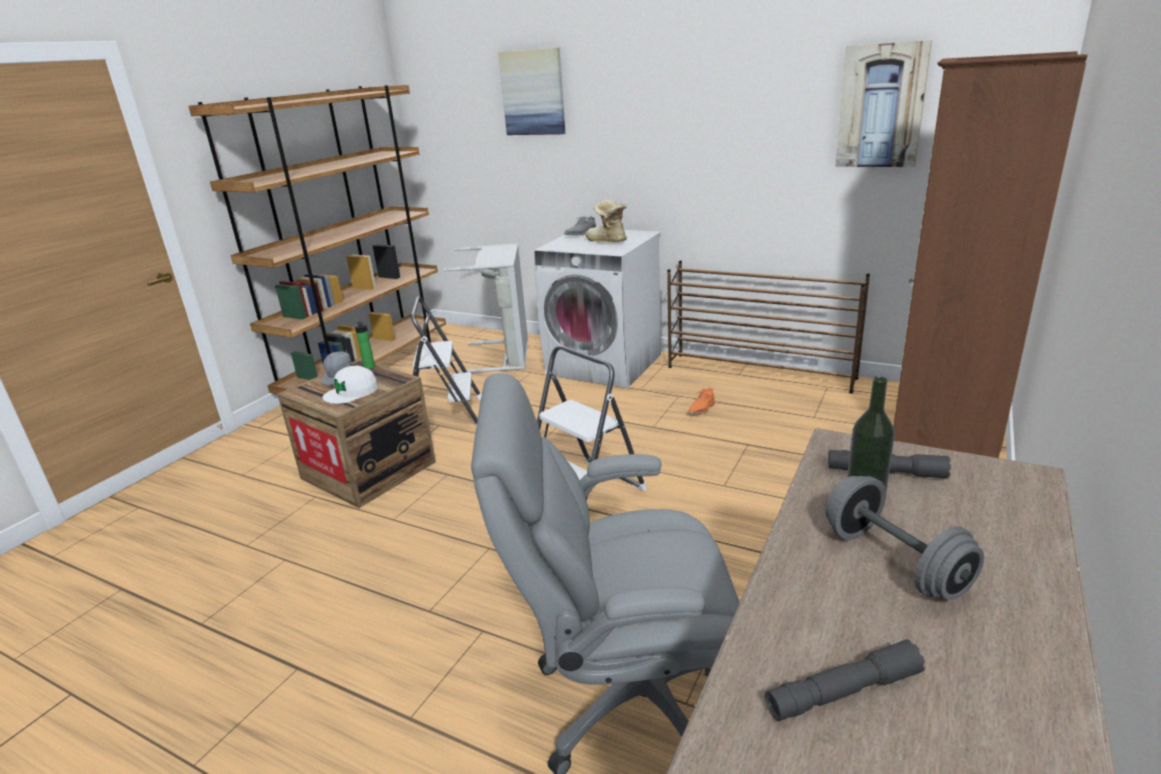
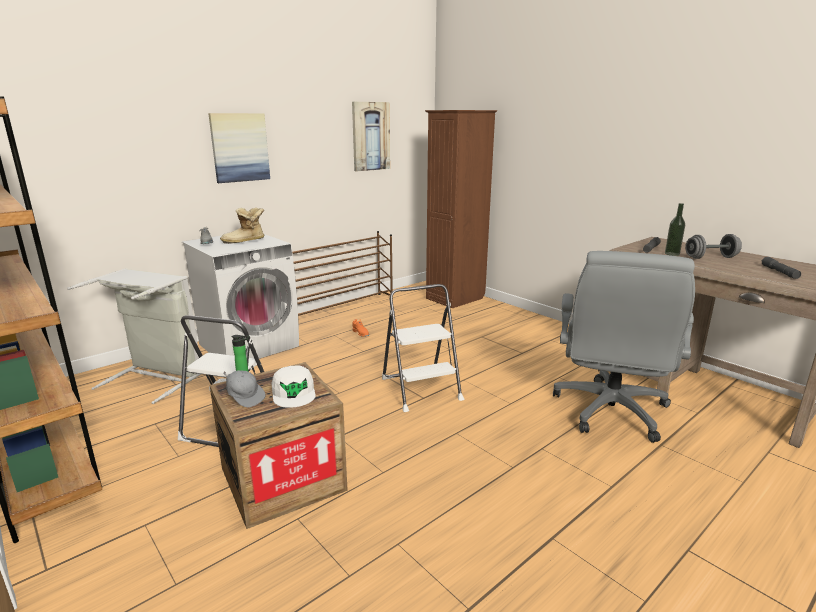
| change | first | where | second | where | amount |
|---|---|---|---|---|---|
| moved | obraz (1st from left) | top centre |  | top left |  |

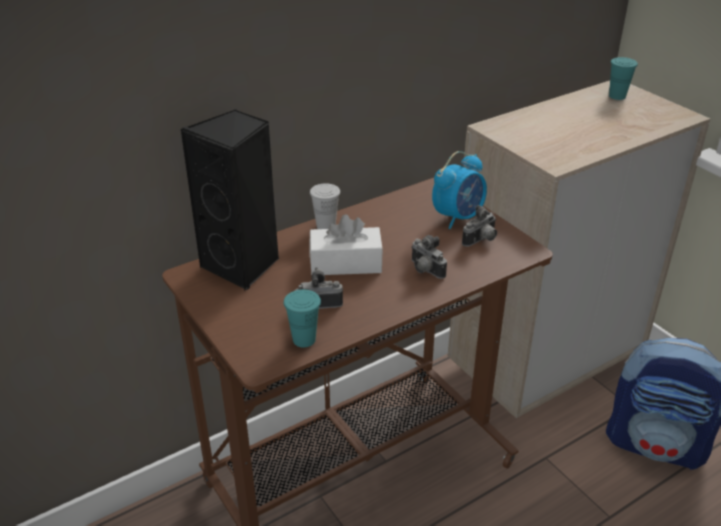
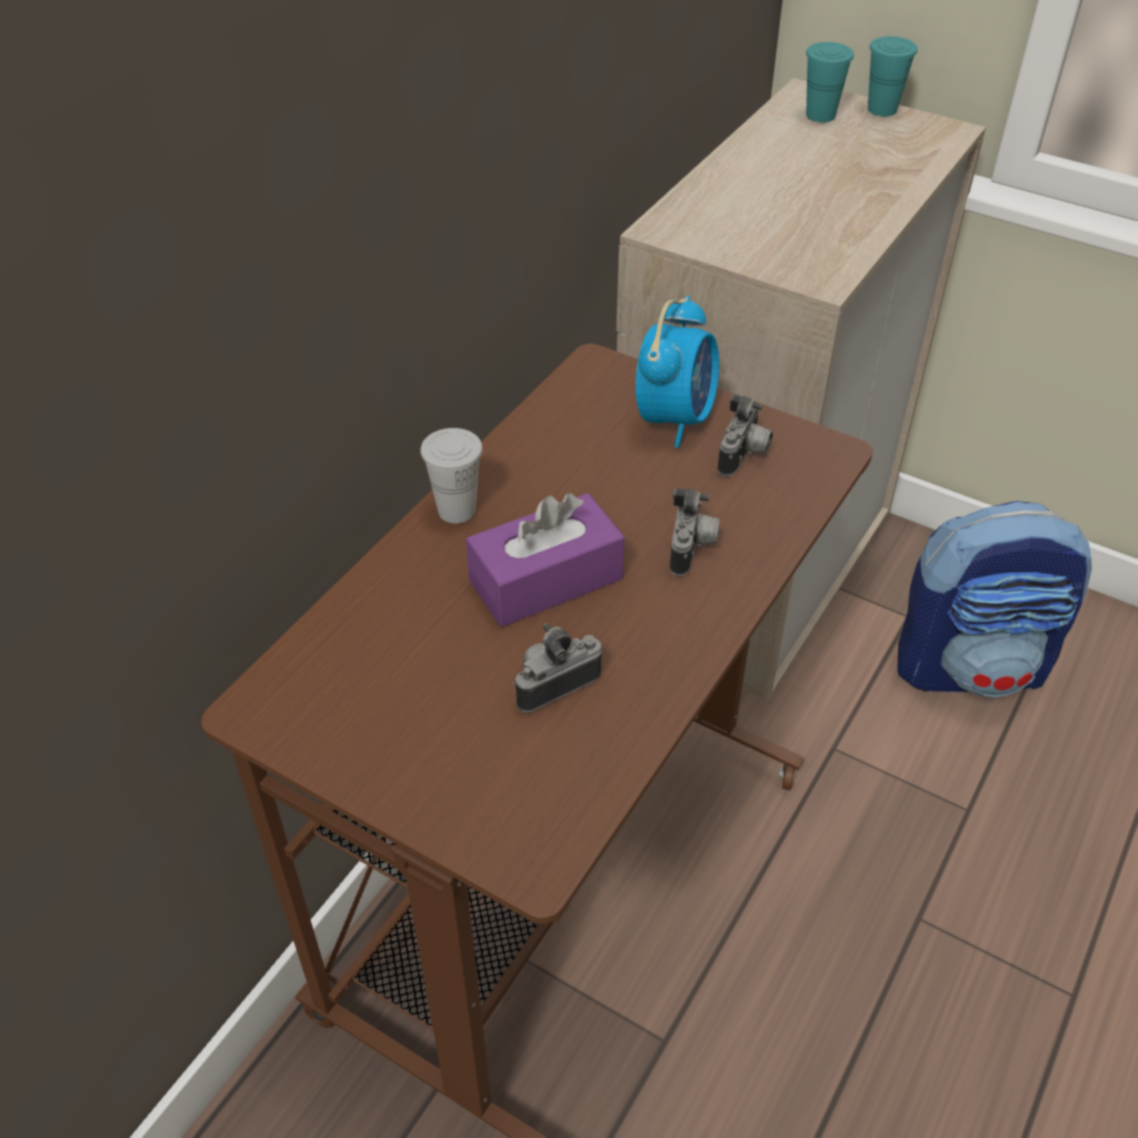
| change | first | where | second | where | amount |
|---|---|---|---|---|---|
| recoloured | pudełko chusteczek (biały) | centre | pudełko chusteczek (fioletowy) | centre |  |
| turned | aparat fotograficzny (2nd from left) | centre |  | centre | 105 degrees counterclockwise |
| moved | filiżanka (turkusowy) (1st from left in the first image) | centre | filiżanka (turkusowy) (2nd from left) | top right |  |
| removed | głośnik (czarny) | middle left |  |  |  |

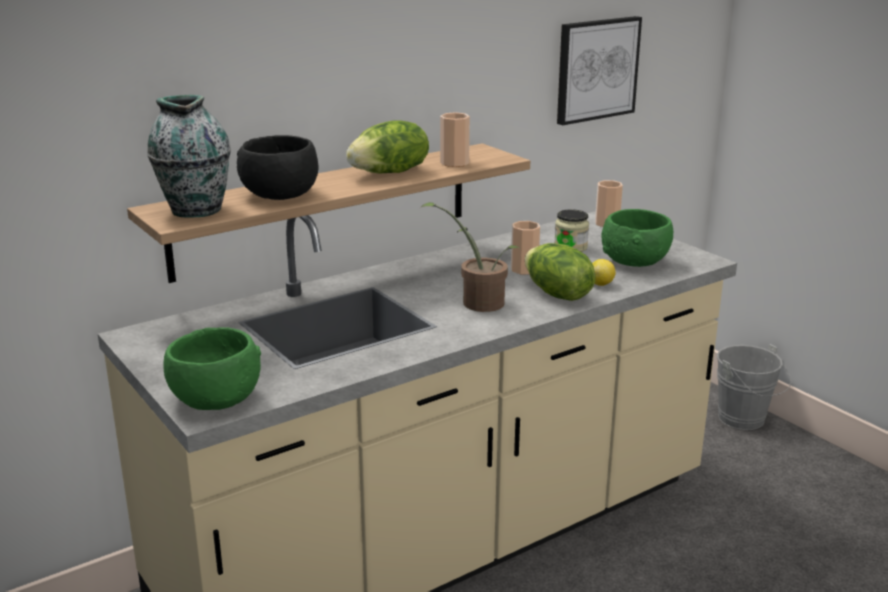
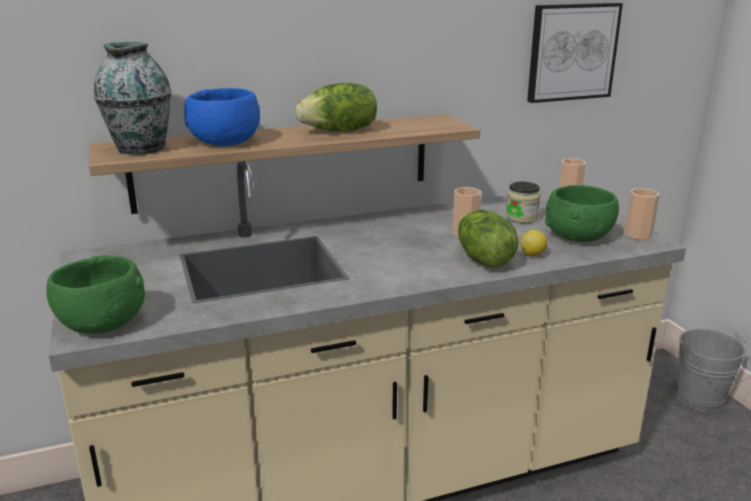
| change | first | where | second | where | amount |
|---|---|---|---|---|---|
| recoloured | miska (czarny) | top left | miska (niebieski) | top left |  |
| moved | filiżanka (1st from left in the first image) | top centre | filiżanka (3rd from left) | middle right |  |
| removed | roślina doniczkowa | centre |  |  |  |

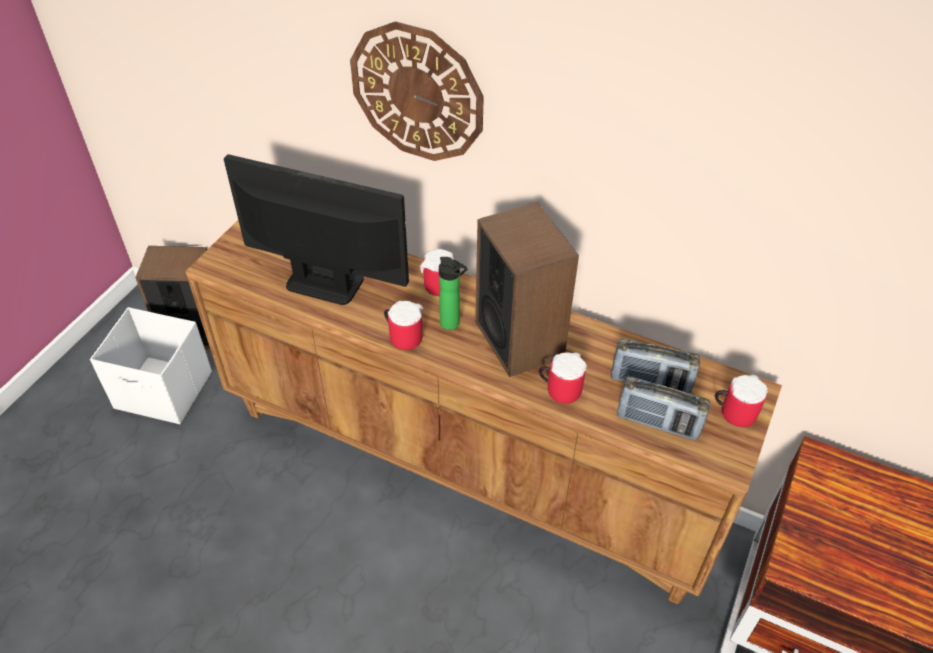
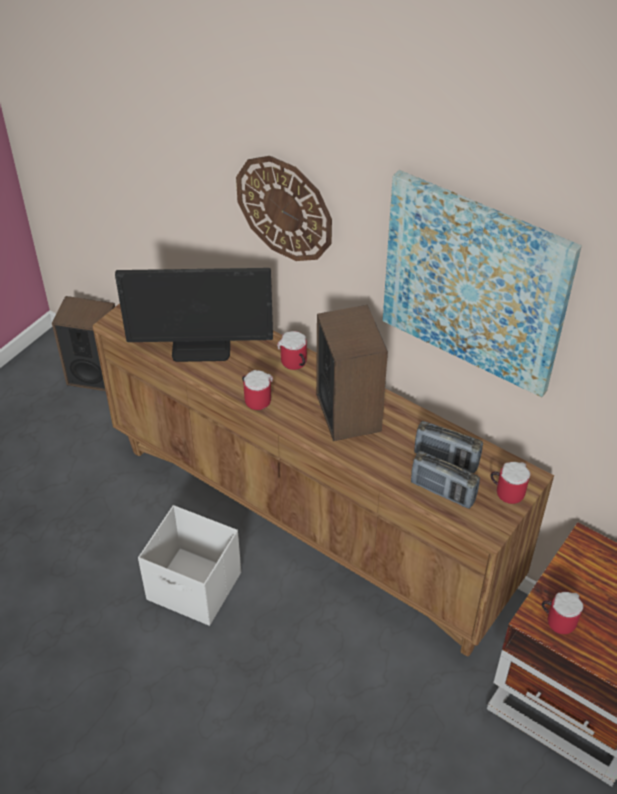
| change | first | where | second | where | amount |
|---|---|---|---|---|---|
| turned | monitor | centre |  | middle left | 150 degrees clockwise |
| moved | pojemnik do przechowywania (biały) | middle left |  | bottom left |  |
| added |  |  | obraz | middle right |  |
| moved | kubek (3rd from left in the first image) | centre | kubek (4th from left) | bottom right |  |
| removed | butelka | centre |  |  |  |

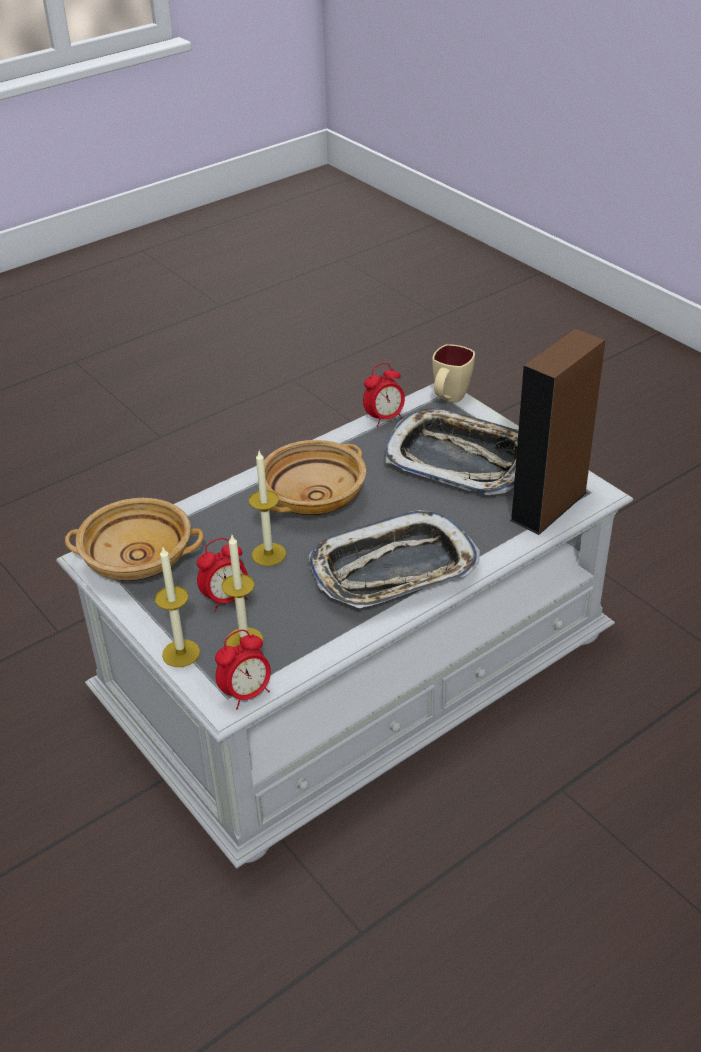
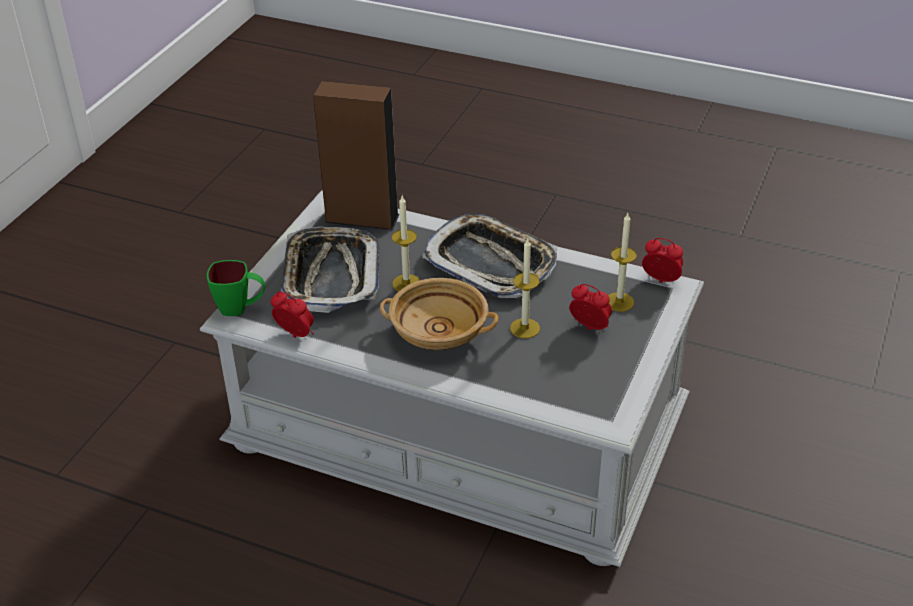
| change | first | where | second | where | amount |
|---|---|---|---|---|---|
| recoloured | kubek (beżowy) | centre | kubek (zielony) | middle left |  |
| moved | świeca (1st from left) | middle left |  | centre |  |
| removed | miska (beżowy) (1st from left) | middle left |  |  |  |

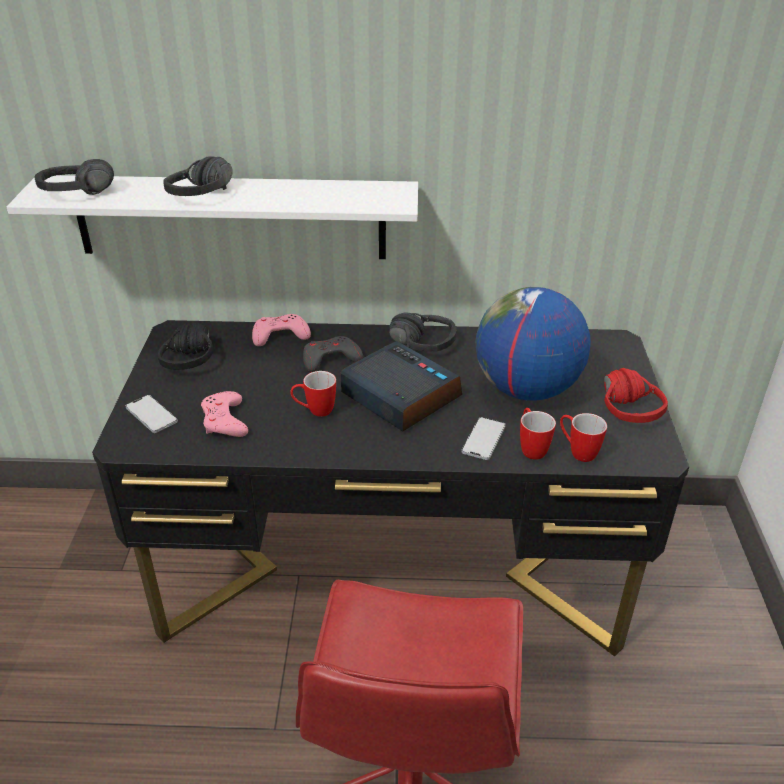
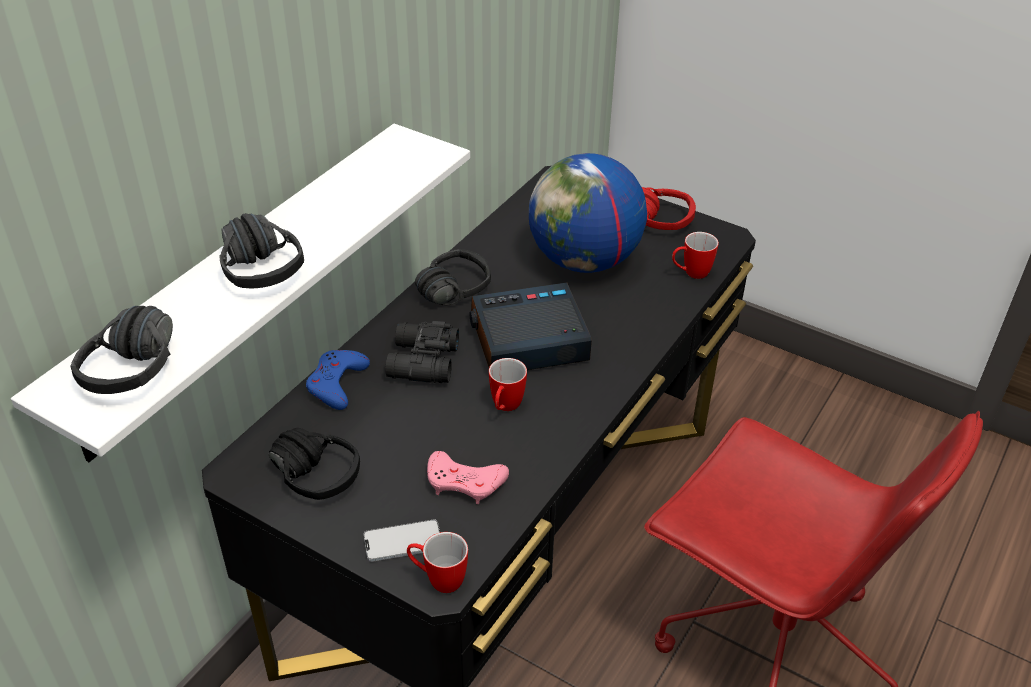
| change | first | where | second | where | amount |
|---|---|---|---|---|---|
| recoloured | pad do gier (różowy) (2nd from left) | centre | pad do gier (niebieski) | middle left |  |
| replaced | pad do gier (szary) | centre | lornetka (czarny) | centre |  |
| moved | kubek (2nd from left in the first image) | middle right | kubek (1st from left) | bottom centre |  |
| removed | telefon (2nd from left) | centre |  |  |  |

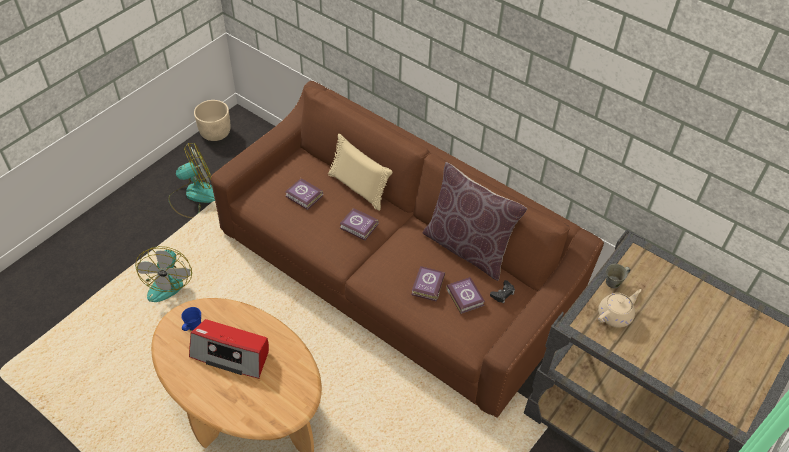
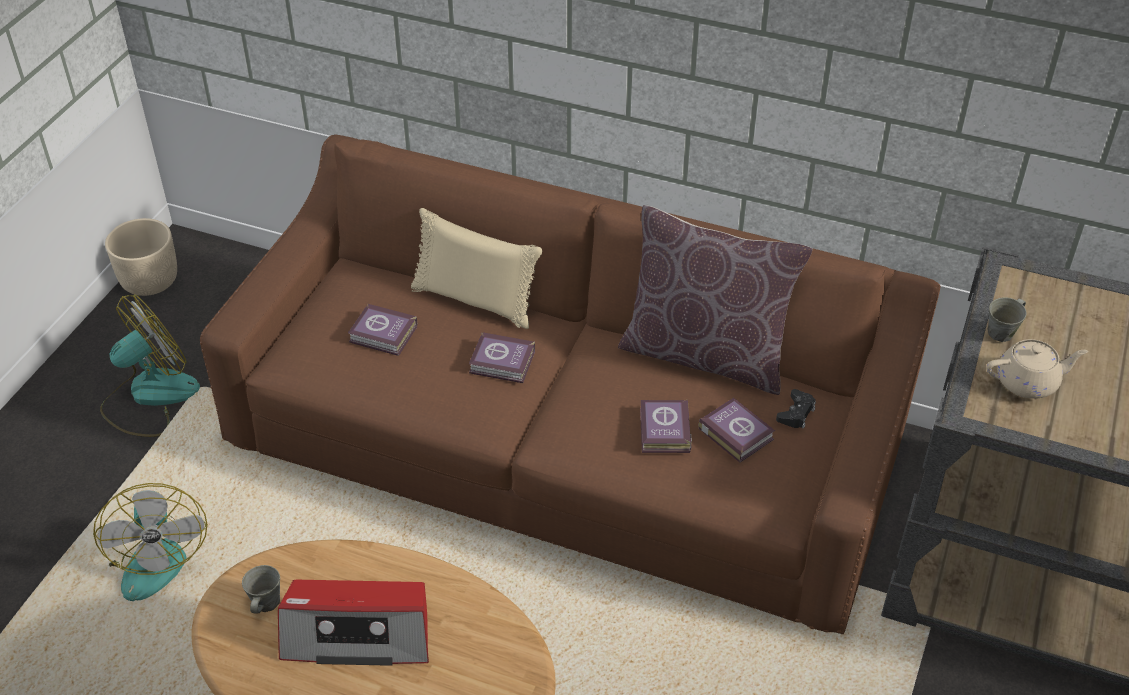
| change | first | where | second | where | amount |
|---|---|---|---|---|---|
| recoloured | kubek (niebieski) | bottom left | kubek (szary) (1st from left) | bottom left |  |
| turned | imbryk (beżowy) | bottom right |  | middle right | 45 degrees clockwise |

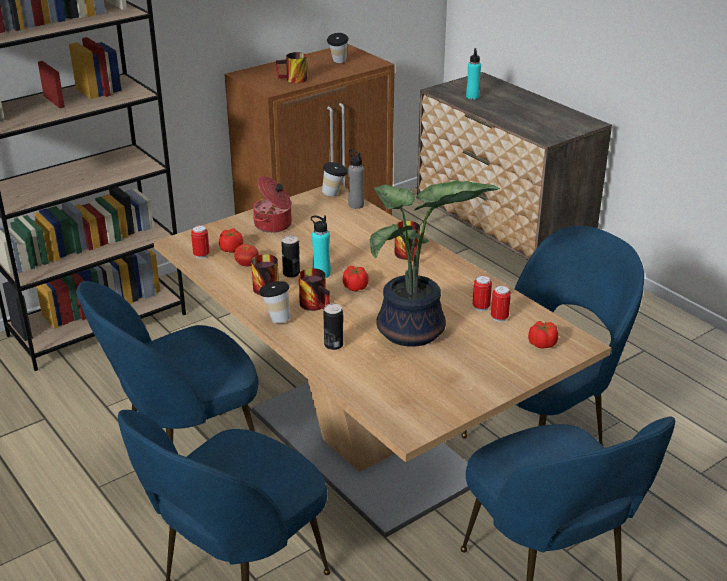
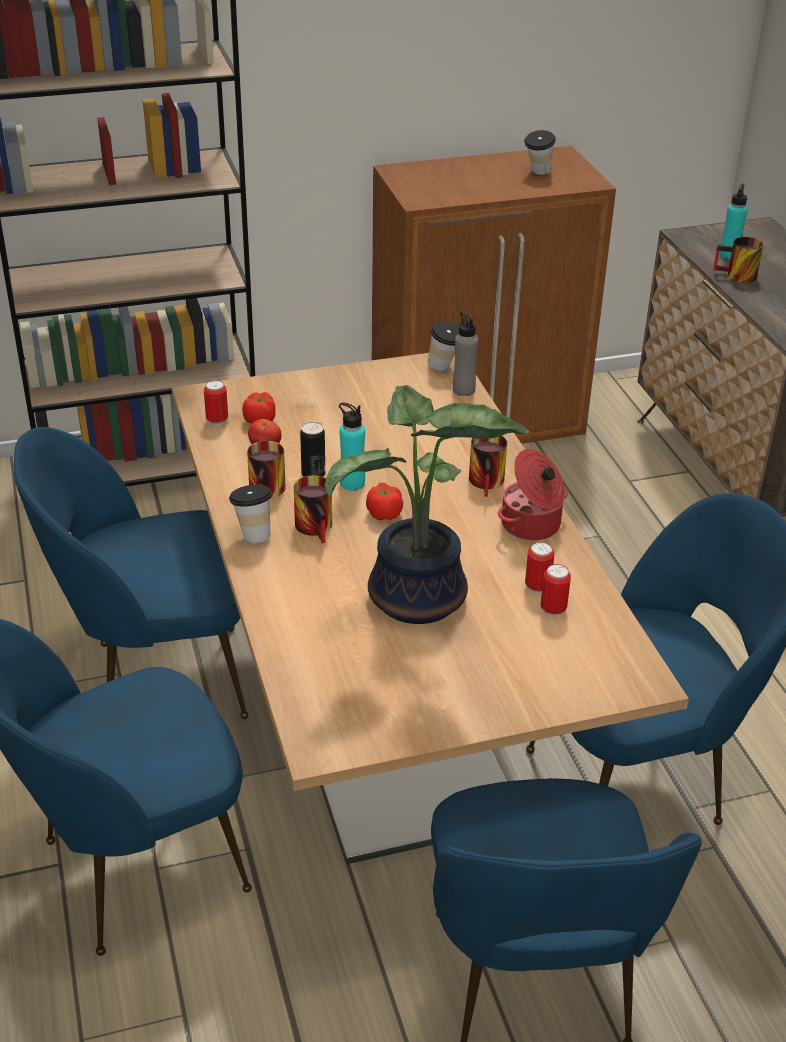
| change | first | where | second | where | amount |
|---|---|---|---|---|---|
| moved | garnek | centre |  | middle right |  |
| moved | kubek (2nd from left in the first image) | top centre | kubek (4th from left) | top right |  |
| removed | puszka (3rd from left) | centre |  |  |  |
| removed | pomidor (4th from left) | middle right |  |  |  |

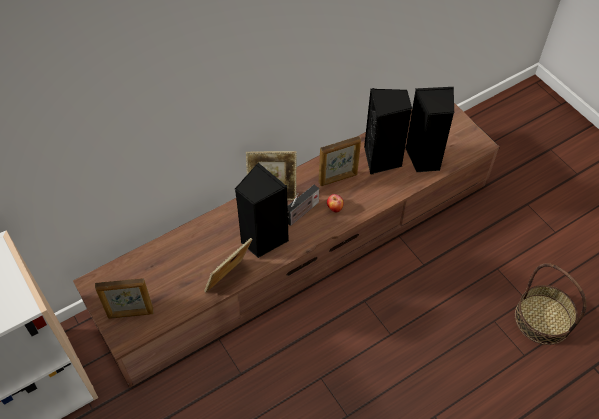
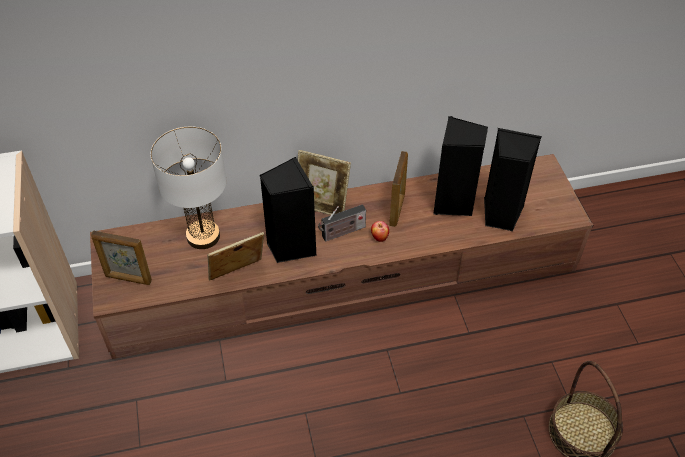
| change | first | where | second | where | amount |
|---|---|---|---|---|---|
| added |  |  | lampa stołowa | middle left |  |
| turned | ramka na zdjęcie (4th from left) | centre |  | centre | 75 degrees counterclockwise |

